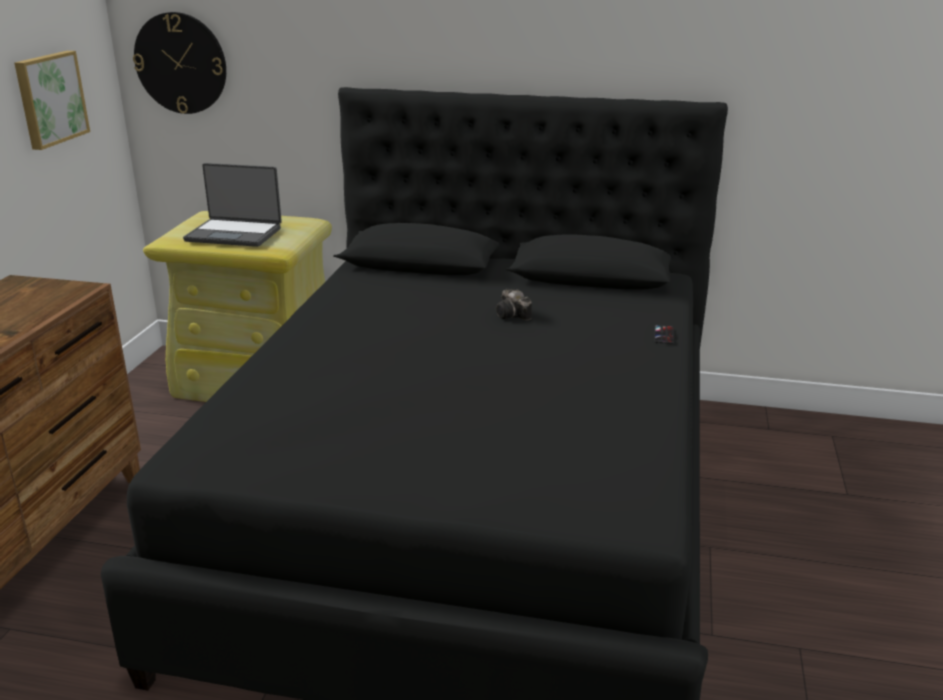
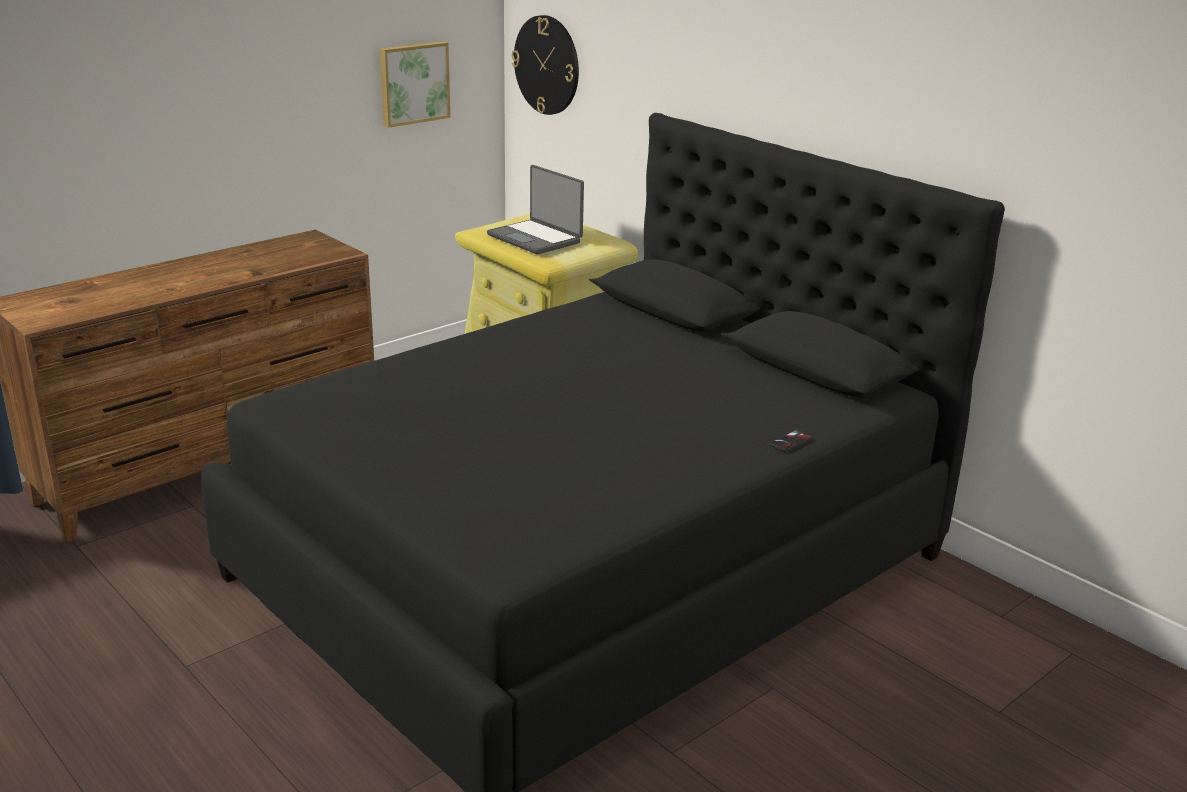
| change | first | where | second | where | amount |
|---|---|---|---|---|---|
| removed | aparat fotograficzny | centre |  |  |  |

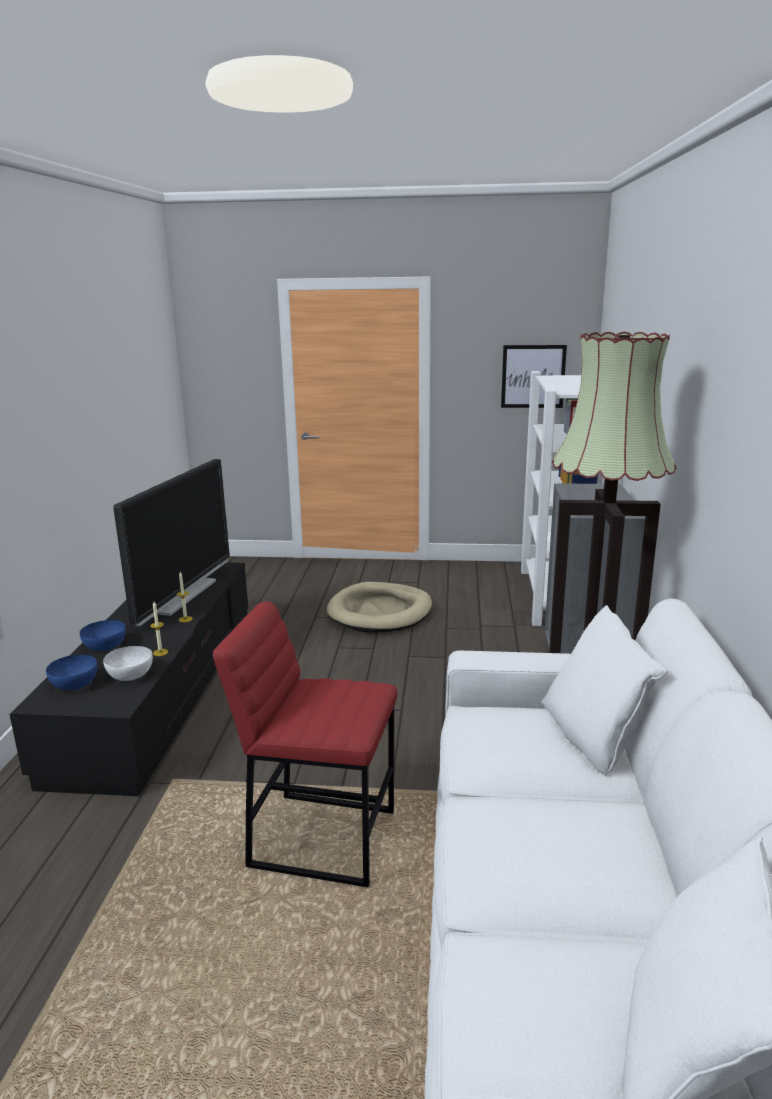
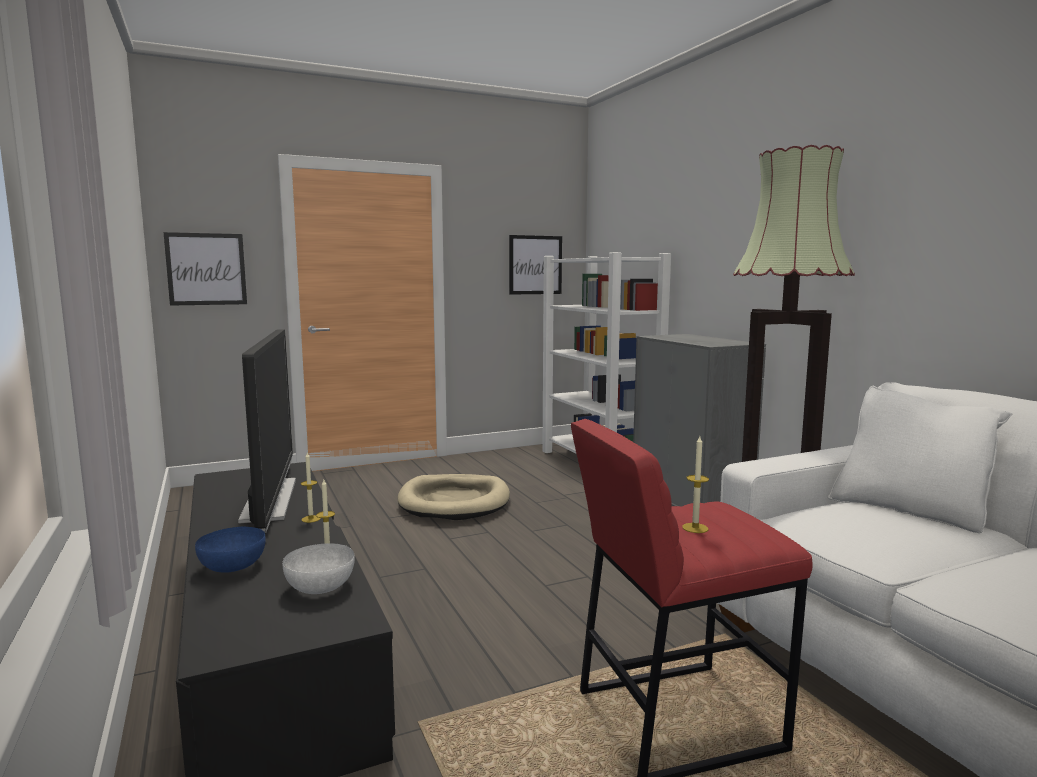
| change | first | where | second | where | amount |
|---|---|---|---|---|---|
| added |  |  | obraz (1st from left) | middle left |  |
| added |  |  | świeca (3rd from left) | middle right |  |
| removed | miska (niebieski) (1st from left) | middle left |  |  |  |

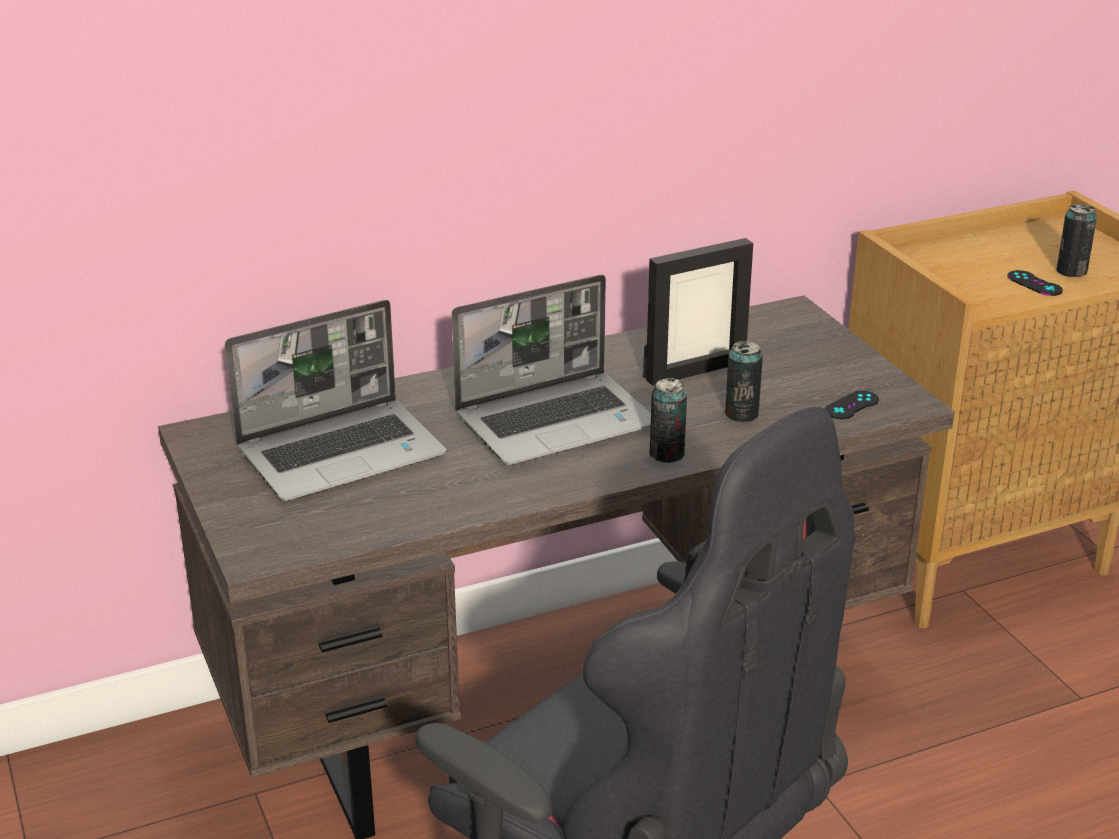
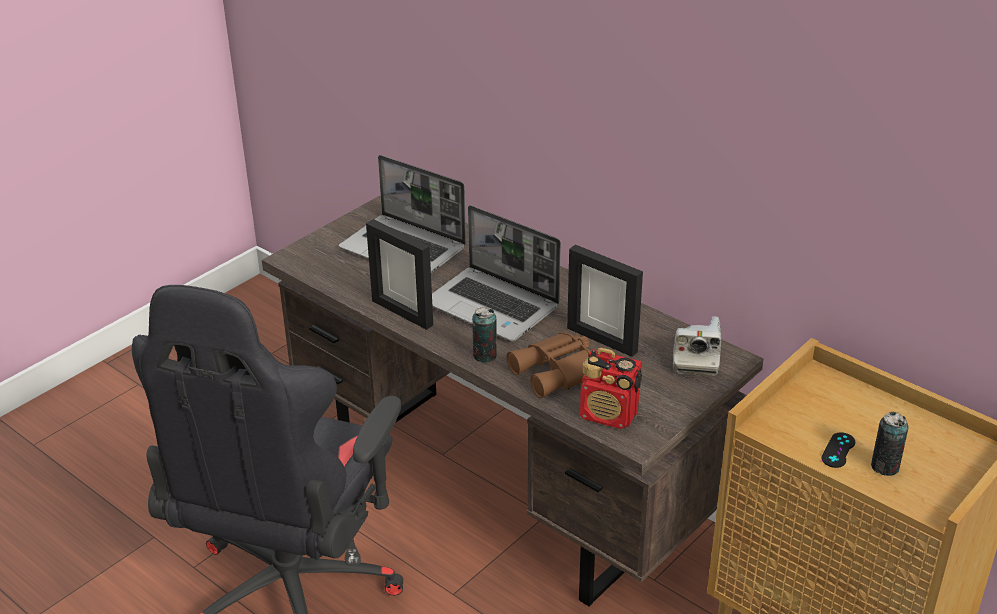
| change | first | where | second | where | amount |
|---|---|---|---|---|---|
| added |  |  | ramka na zdjęcie (1st from left) | centre |  |
| replaced | puszka (2nd from left) | centre | lornetka (brązowy) | centre |  |
| replaced | pad do gier (czarny) (1st from left) | middle right | radio | centre |  |
| added |  |  | aparat fotograficzny | middle right |  |

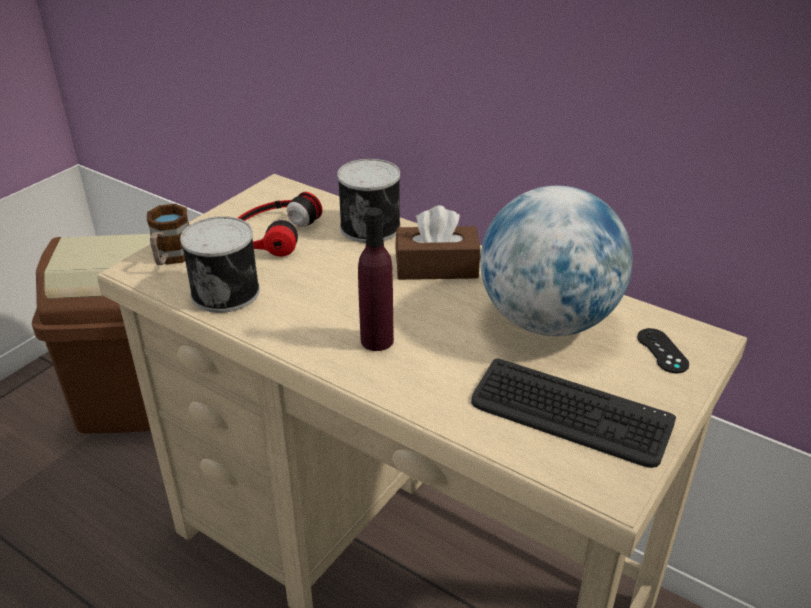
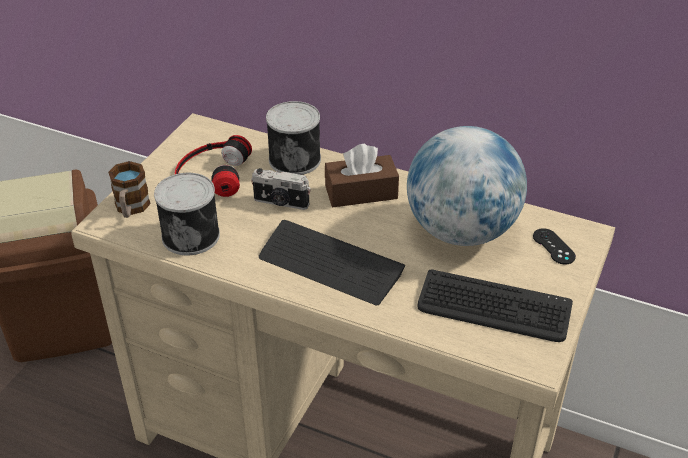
| change | first | where | second | where | amount |
|---|---|---|---|---|---|
| added |  |  | aparat fotograficzny | centre |  |
| replaced | butelka (fioletowy) | centre | klawiatura (1st from left) | centre |  |

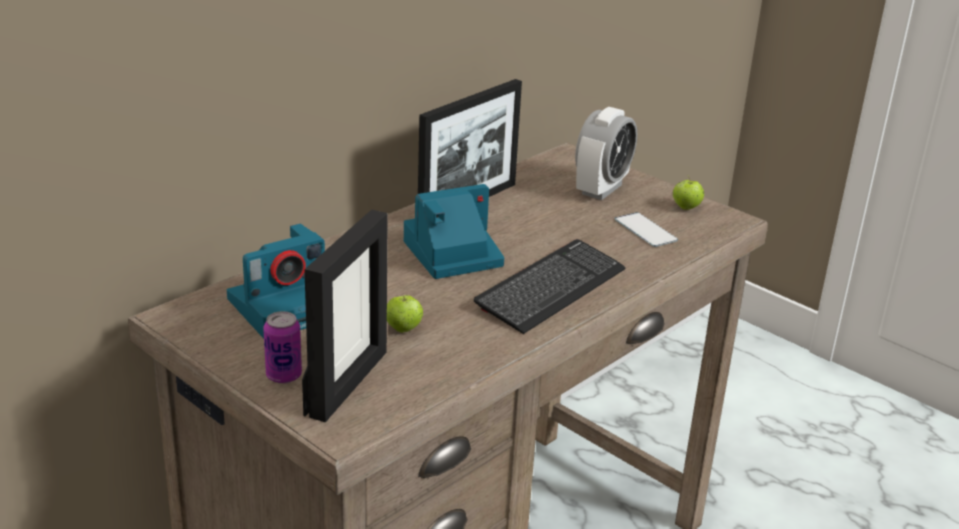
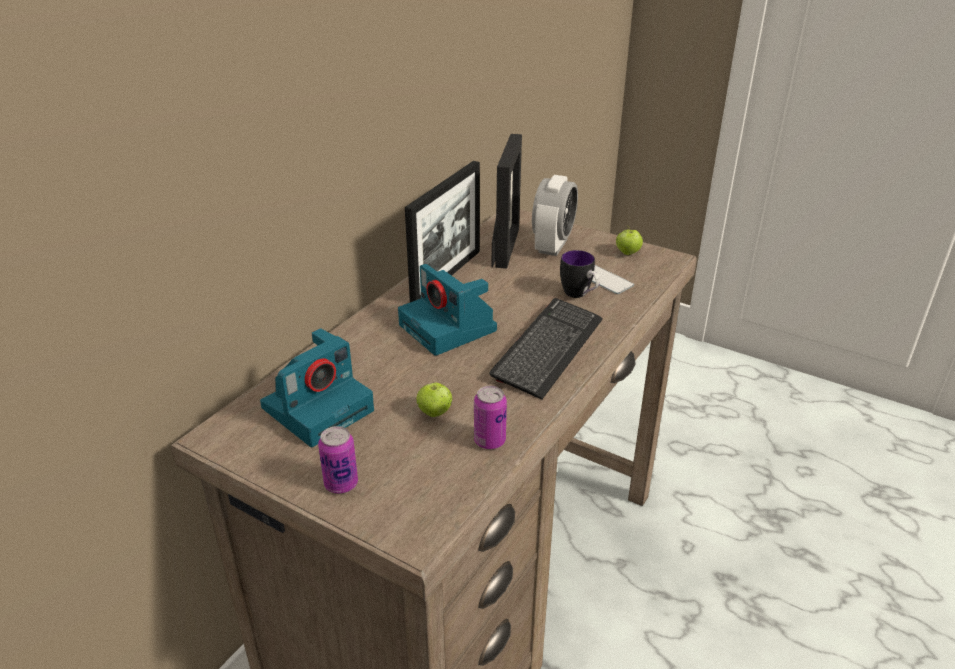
| change | first | where | second | where | amount |
|---|---|---|---|---|---|
| turned | aparat fotograficzny (2nd from left) | centre |  | centre | 90 degrees counterclockwise |
| added |  |  | puszka (2nd from left) | centre |  |
| moved | ramka na zdjęcie (1st from left in the first image) | centre | ramka na zdjęcie (2nd from left) | top centre |  |
| added |  |  | kubek | centre |  |

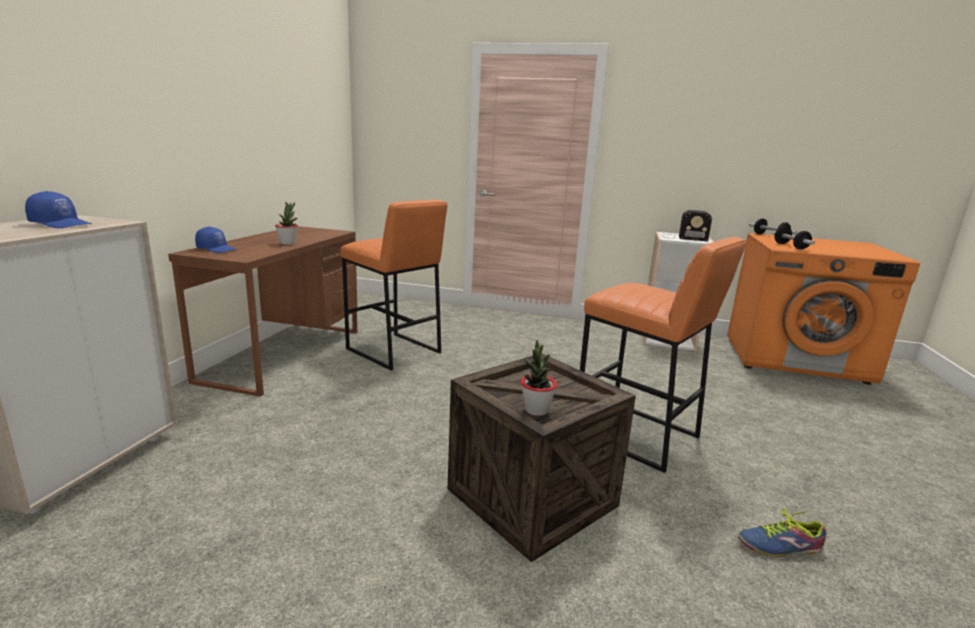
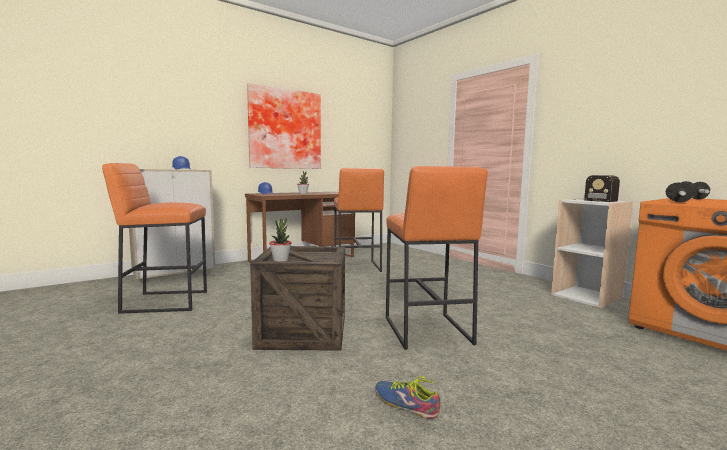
| change | first | where | second | where | amount |
|---|---|---|---|---|---|
| added |  |  | stołek (pomarańczowy) (1st from left) | middle left |  |
| added |  |  | obraz | top centre |  |

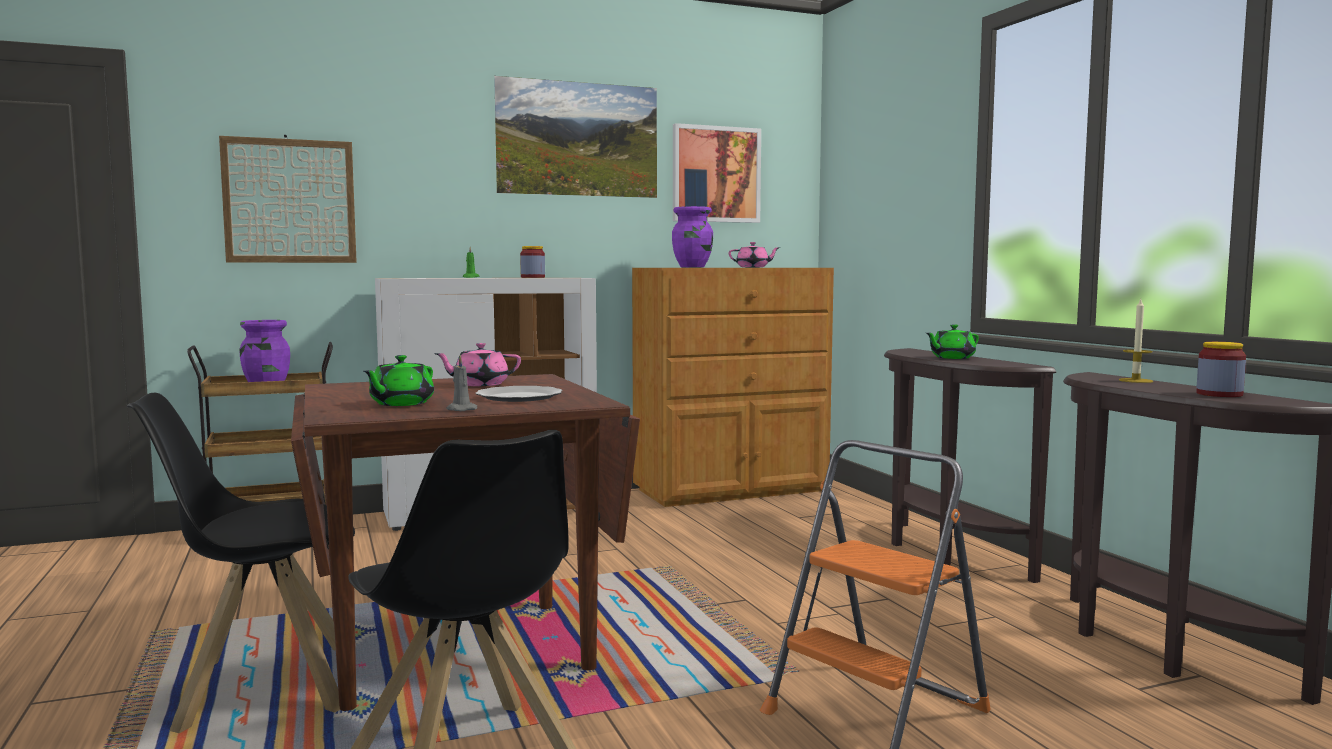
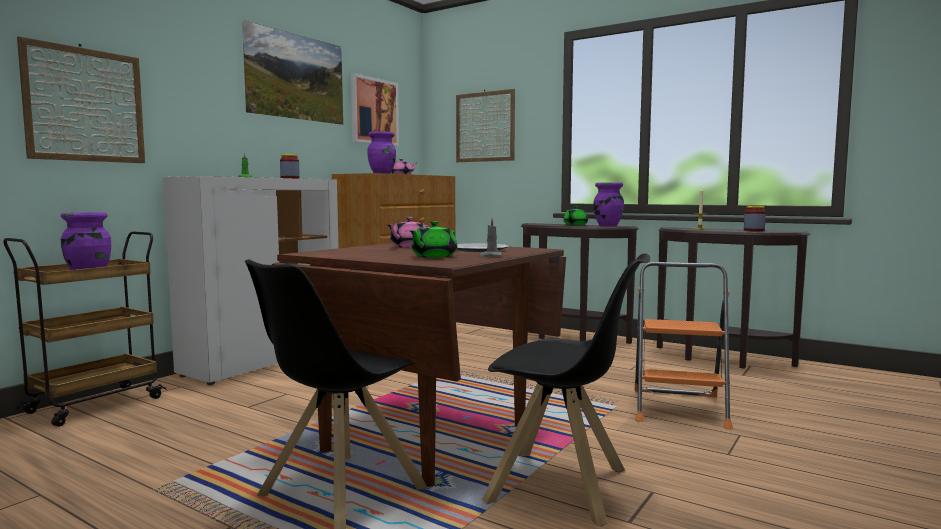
| change | first | where | second | where | amount |
|---|---|---|---|---|---|
| turned | imbryk (zielony) (1st from left) | middle left |  | centre | 45 degrees clockwise |
| added |  |  | obraz (4th from left) | top centre |  |
| added |  |  | wazon (fioletowy) (3rd from left) | centre |  |

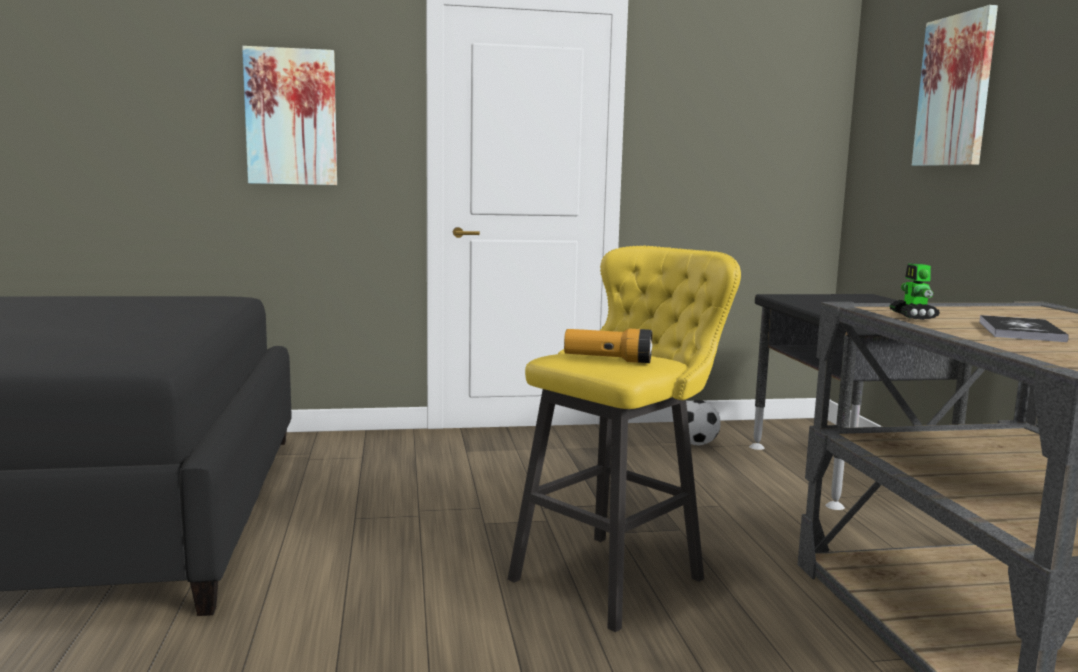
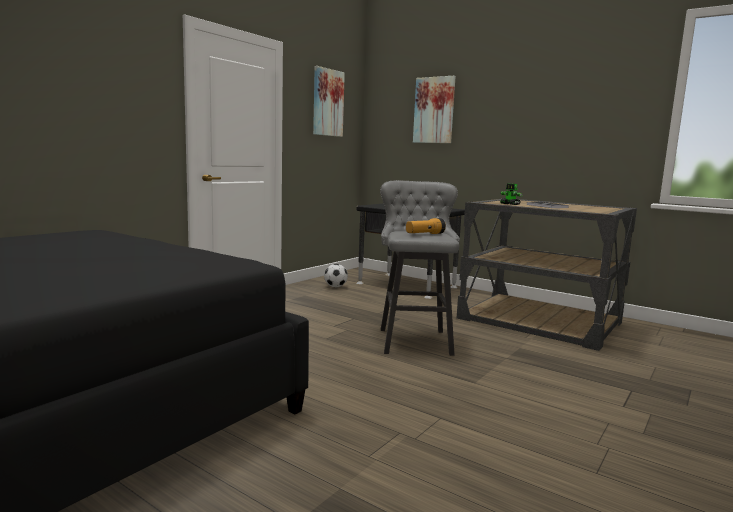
| change | first | where | second | where | amount |
|---|---|---|---|---|---|
| moved | obraz (1st from left) | top left |  | top centre |  |
| recoloured | stołek (żółty) | centre | stołek (szary) | centre |  |

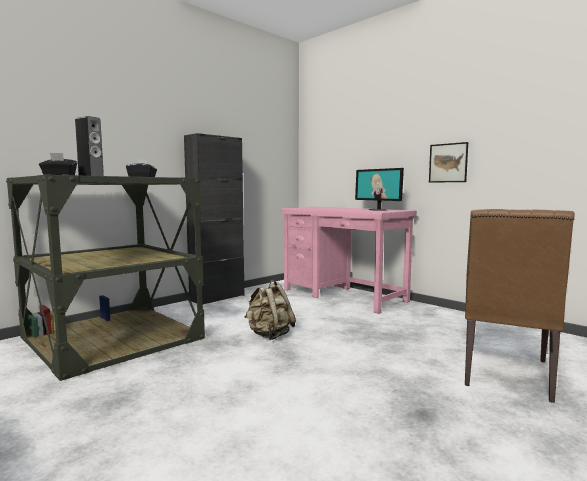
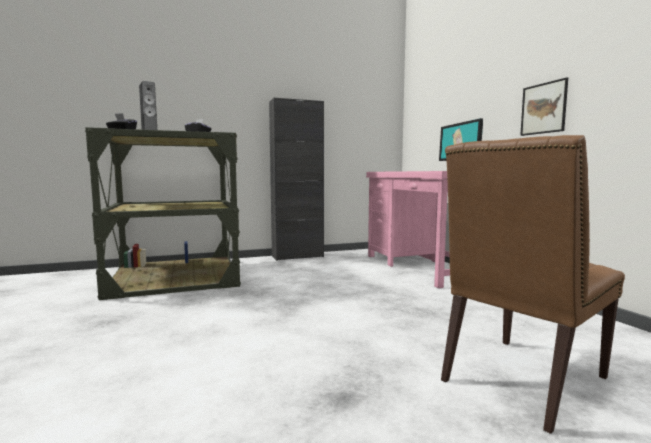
| change | first | where | second | where | amount |
|---|---|---|---|---|---|
| removed | plecak (beżowy) | centre |  |  |  |

